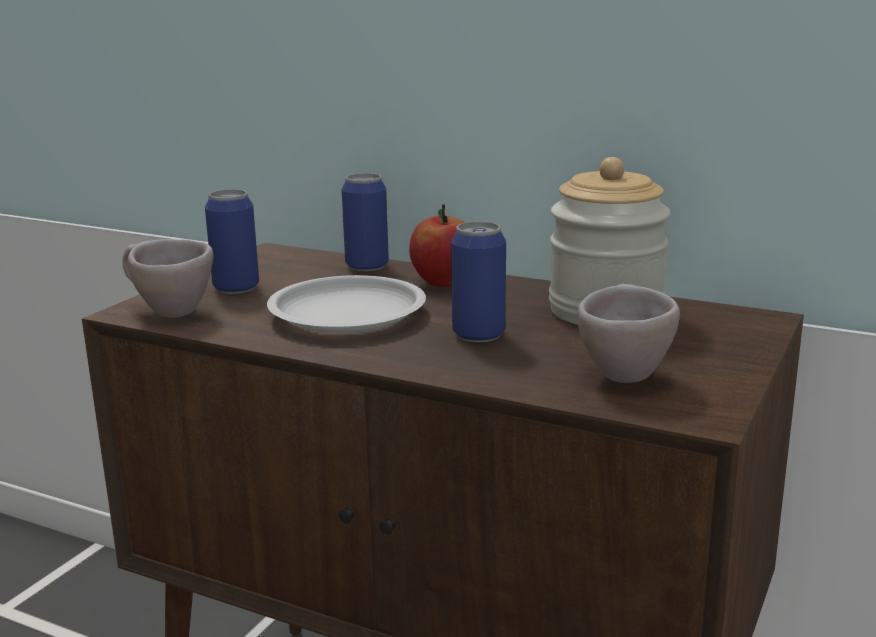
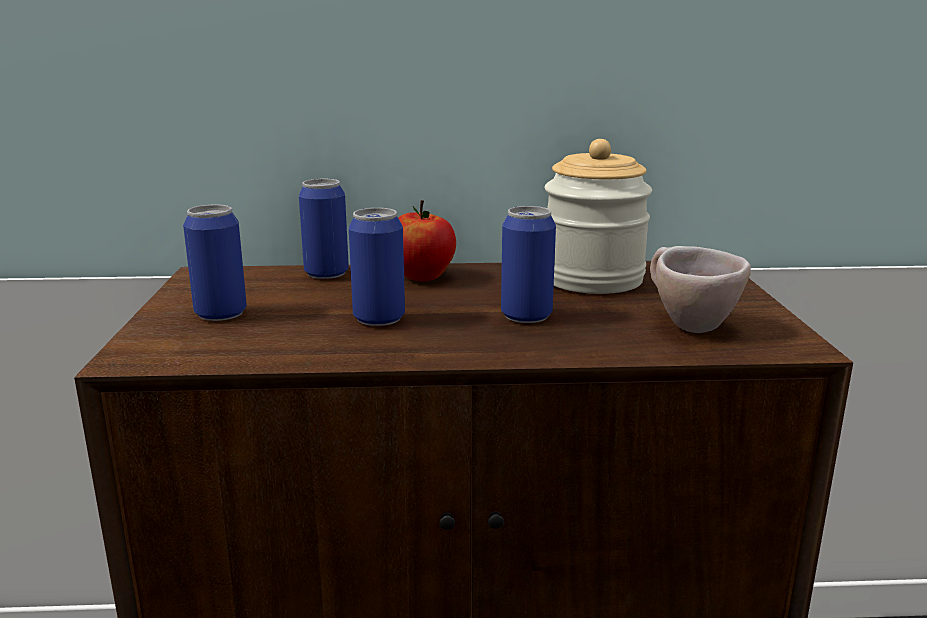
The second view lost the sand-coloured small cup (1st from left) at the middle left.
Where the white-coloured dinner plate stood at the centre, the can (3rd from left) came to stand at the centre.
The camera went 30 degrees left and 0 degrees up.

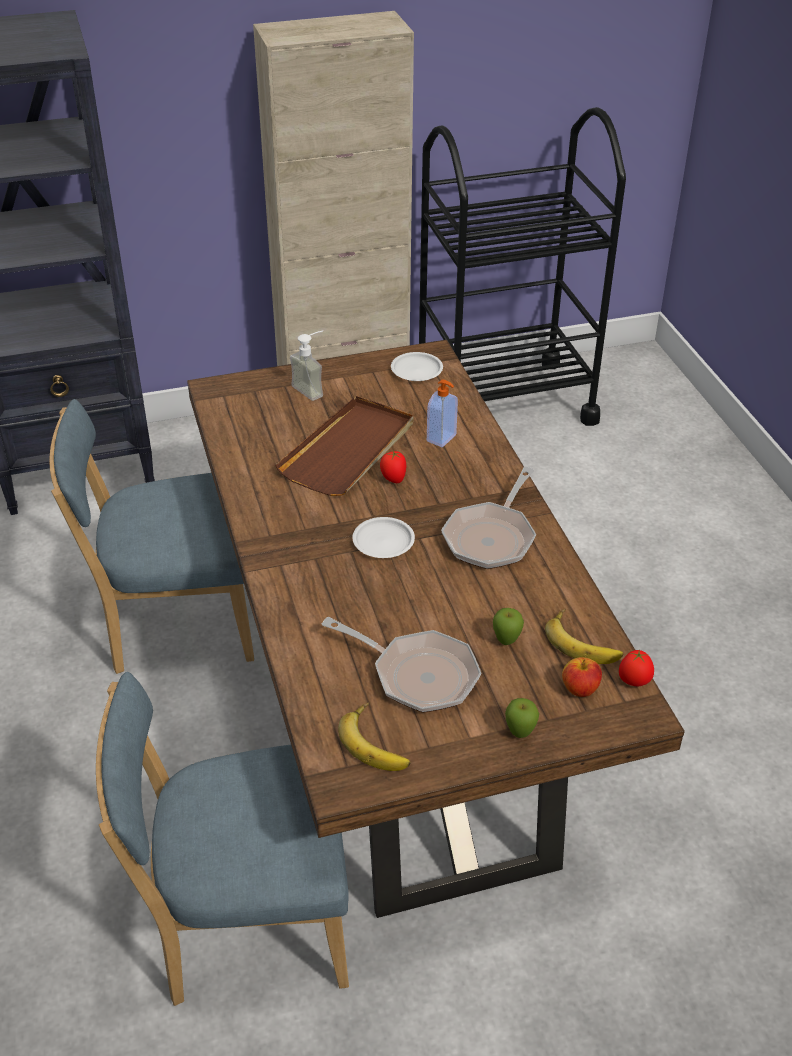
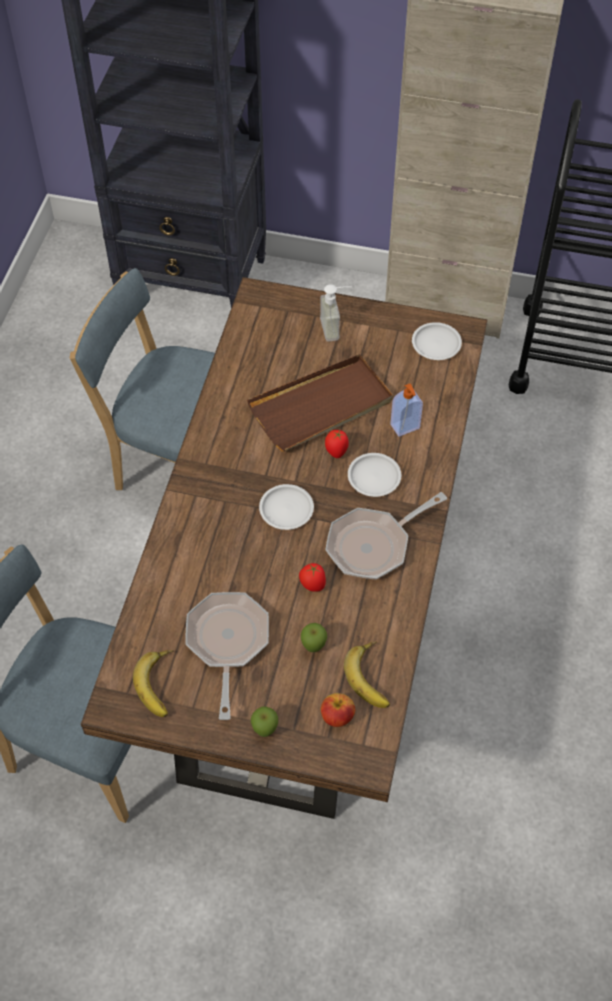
The second view gained the white-coloured dinner plate (2nd from left) at the centre.
The whole tomato (2nd from left in the first image) ended up elsewhere, having gone from the middle right to the centre.
The skillet (1st from left) at the centre ended up facing another way, 150 degrees counterclockwise from before.
The camera went 30 degrees right and 15 degrees up.

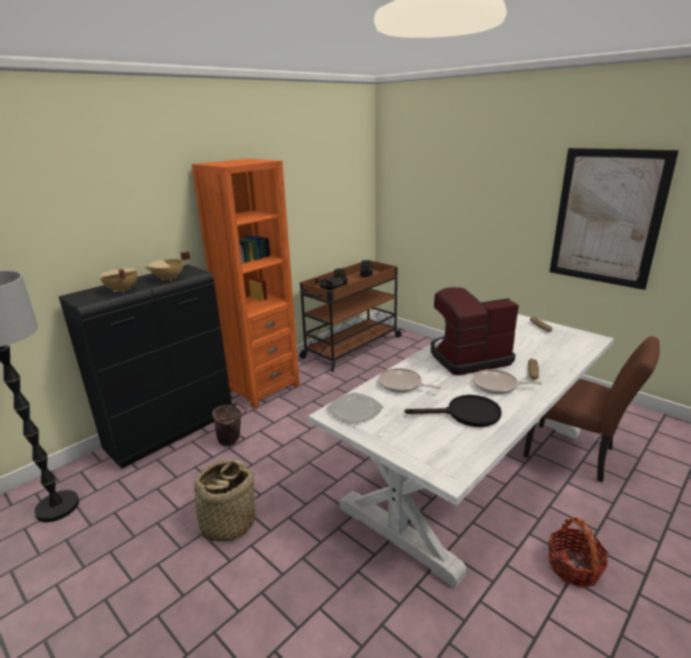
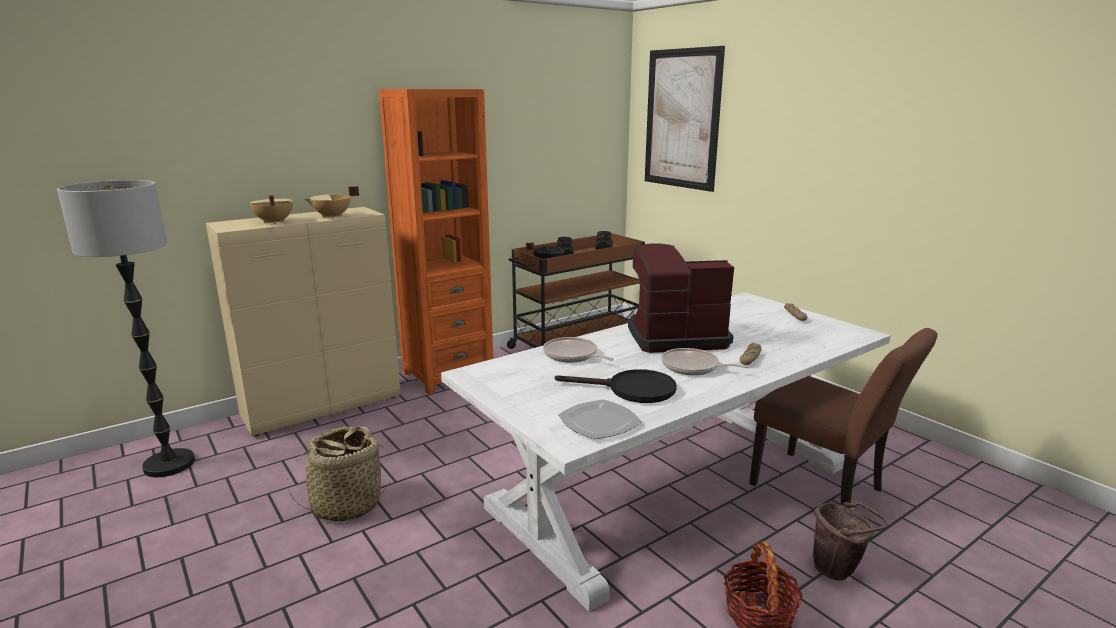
The brown bucket ended up elsewhere, having gone from the middle left to the bottom right.
The dinner plate ended up elsewhere, having gone from the centre to the bottom centre.
The wall picture ended up elsewhere, having gone from the top right to the top centre.
What was the black storage cabinet at the middle left turned into the sand-coloured storage cabinet at the middle left.
The camera went 10 degrees right and 5 degrees down.

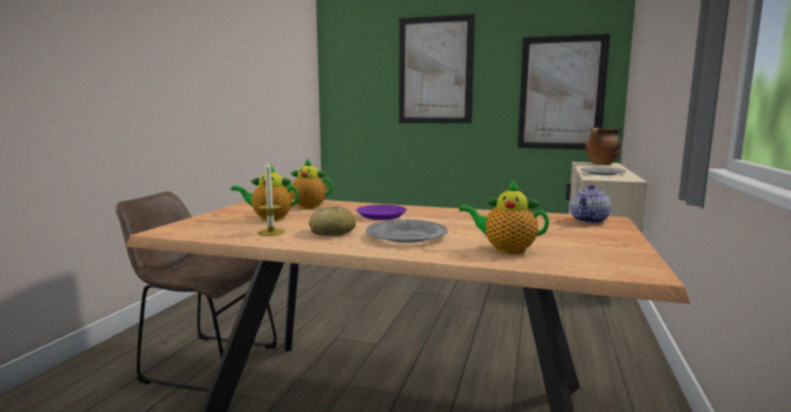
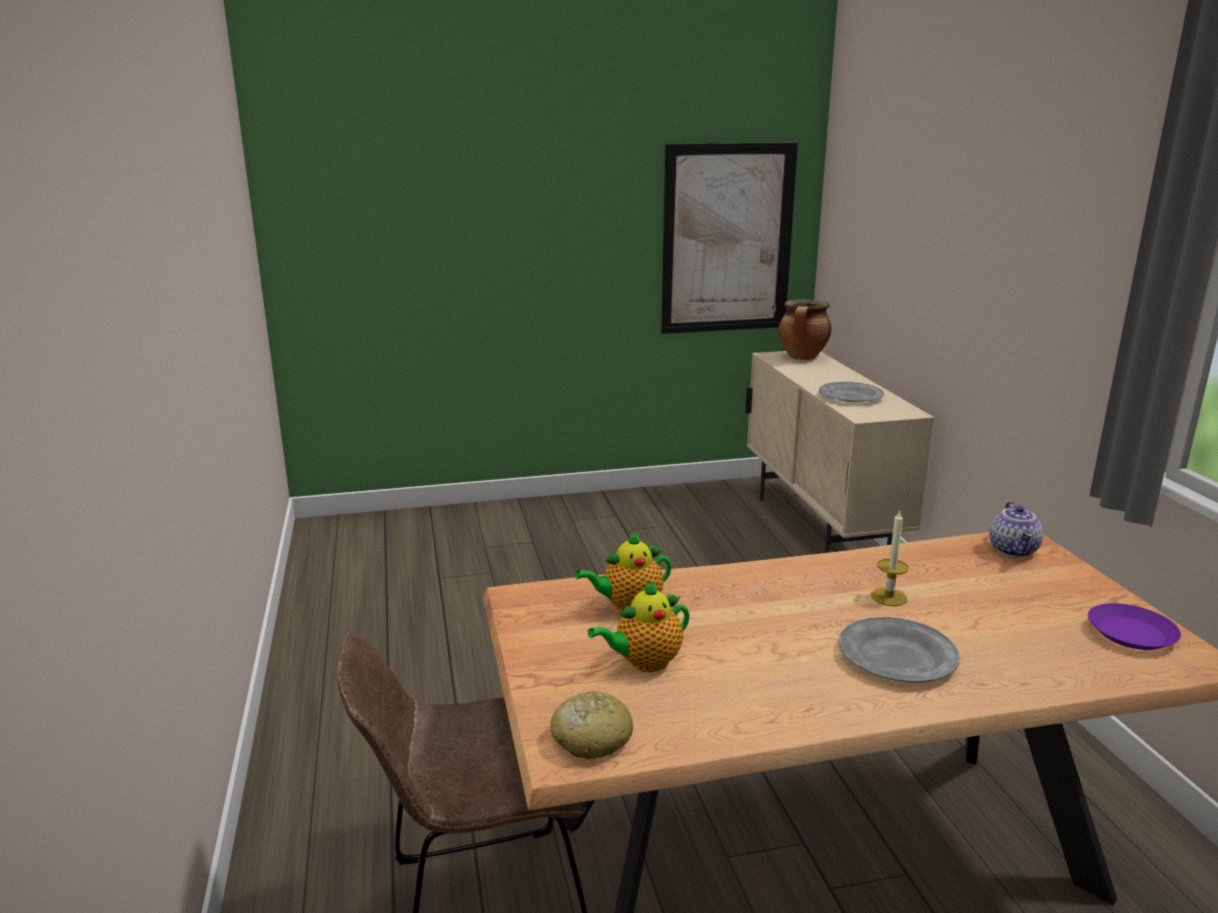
The second view lost the wall picture (1st from left) at the top centre.
The second view lost the teapot (3rd from left) at the centre.
The candle ended up elsewhere, having gone from the centre to the middle right.
The bakery bread ended up elsewhere, having gone from the centre to the bottom centre.
The purple dinner plate ended up elsewhere, having gone from the centre to the bottom right.
The camera went 30 degrees left and 10 degrees up.

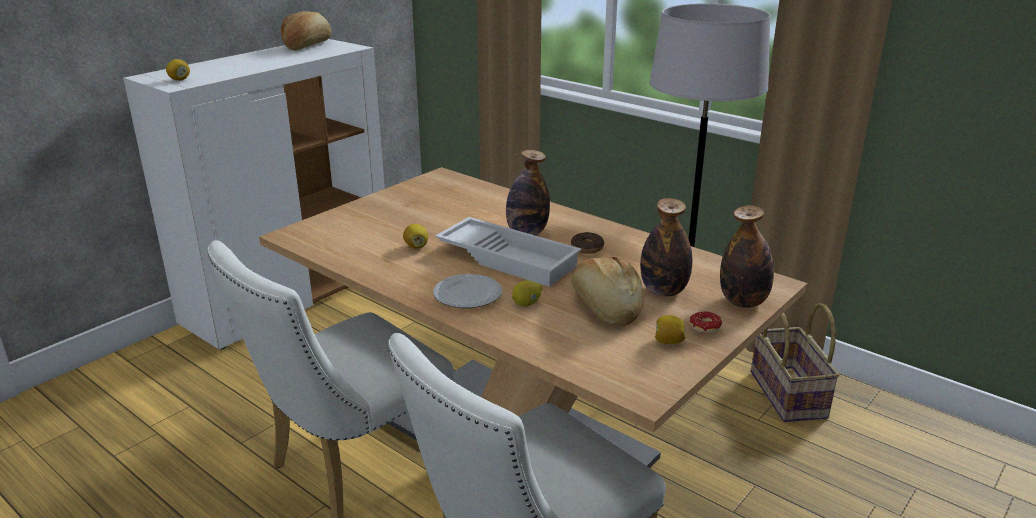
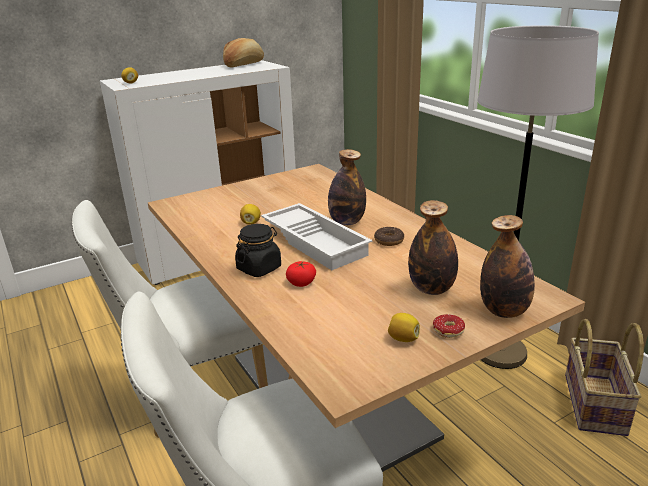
The second view lost the bakery bread (2nd from left) at the centre.
Where the dinner plate stood at the centre, the black storage jar came to stand at the centre.
Where the lemon (3rd from left) stood at the centre, the whole tomato came to stand at the centre.
The camera went 20 degrees right and 0 degrees up.

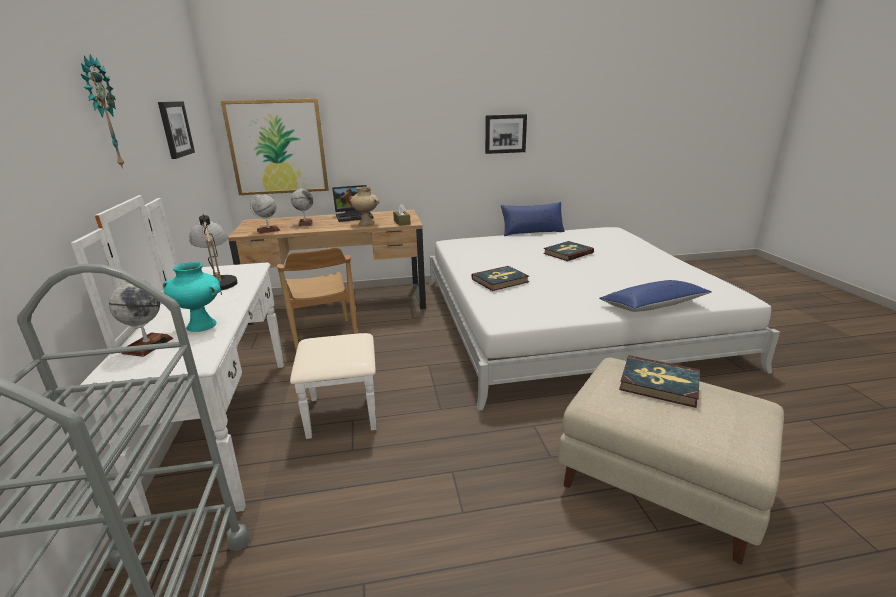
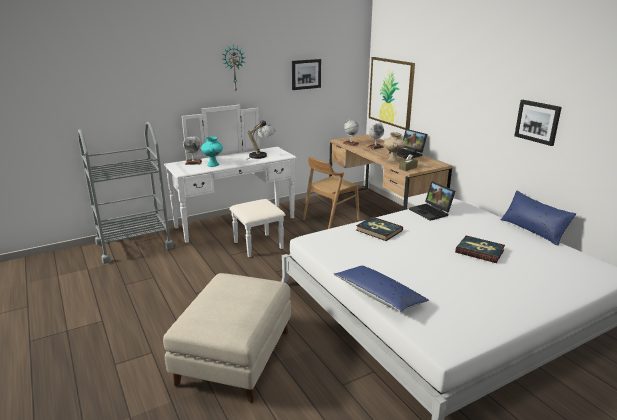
The second view lost the volume (3rd from left) at the middle right.
The second view gained the notebook computer (2nd from left) at the middle right.
The camera went 70 degrees right and 0 degrees up.

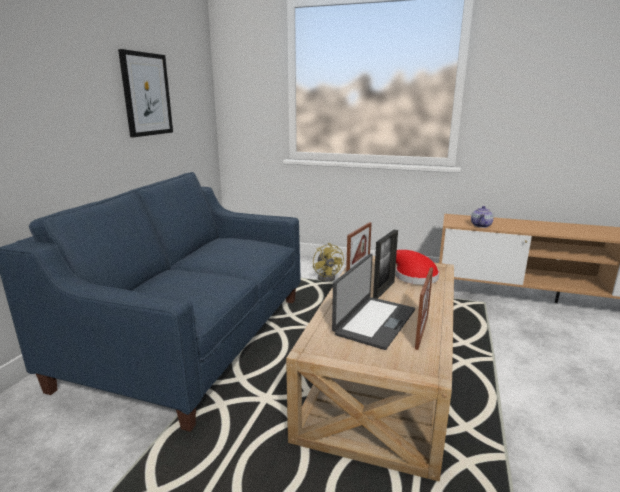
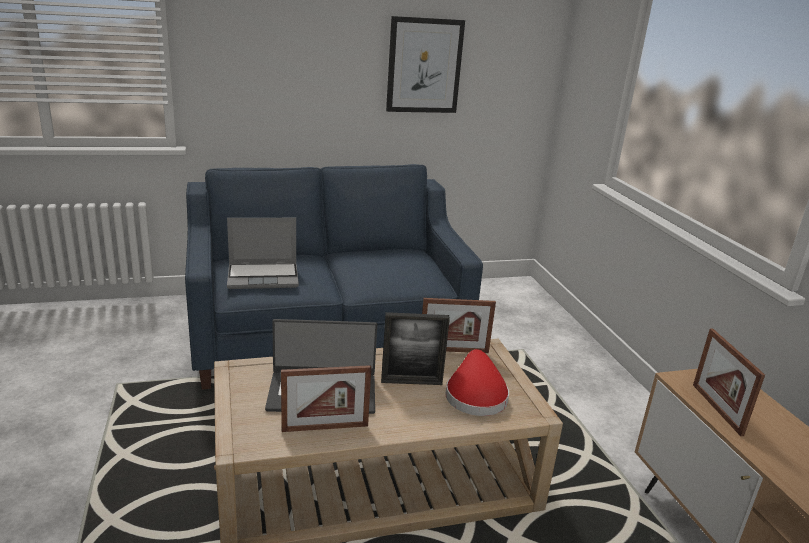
The second view lost the yellow fan at the centre.
The second view gained the notebook computer (1st from left) at the middle left.
Where the teapot stood at the middle right, the standing frame (4th from left) came to stand at the bottom right.
The camera went 55 degrees right and 5 degrees up.

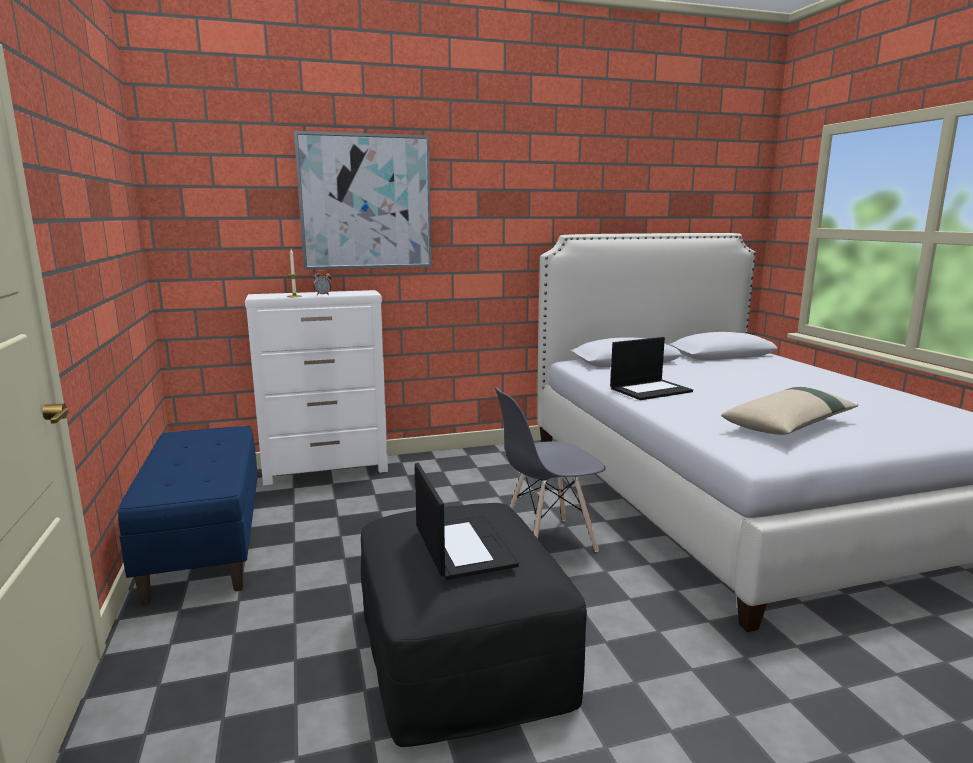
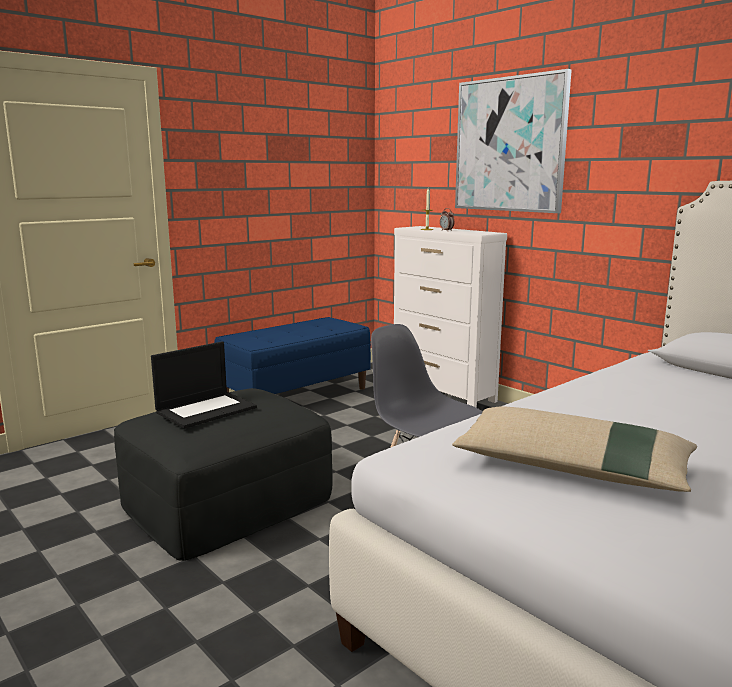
The second view lost the notebook computer (2nd from left) at the middle right.
The camera went 65 degrees right and 0 degrees up.

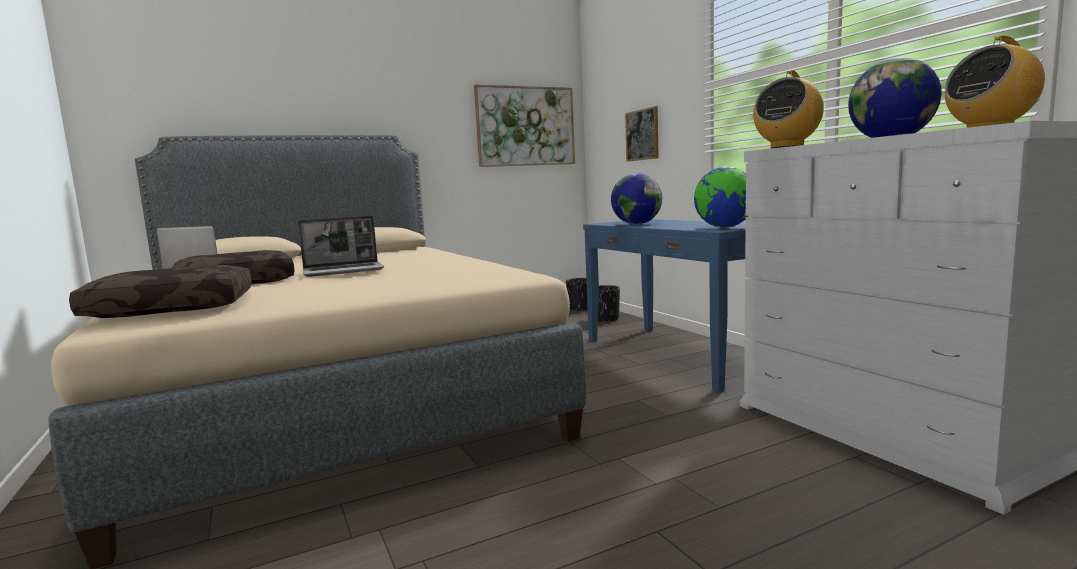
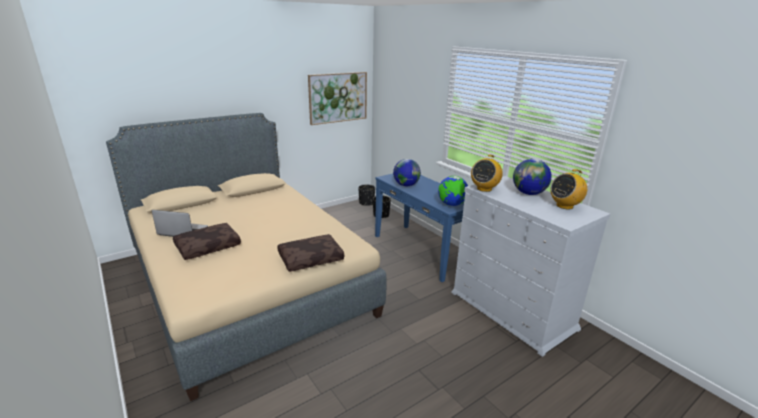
The second view lost the notebook computer (2nd from left) at the middle left.
The second view lost the wall picture (2nd from left) at the top centre.
The brown pillow (1st from left in the first image) ended up elsewhere, having gone from the middle left to the centre.
The camera went 10 degrees left and 15 degrees up.

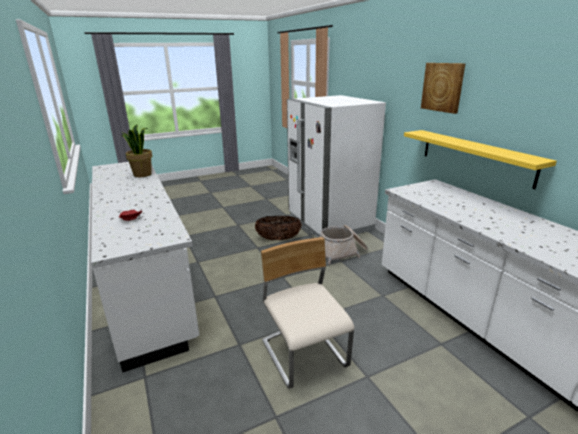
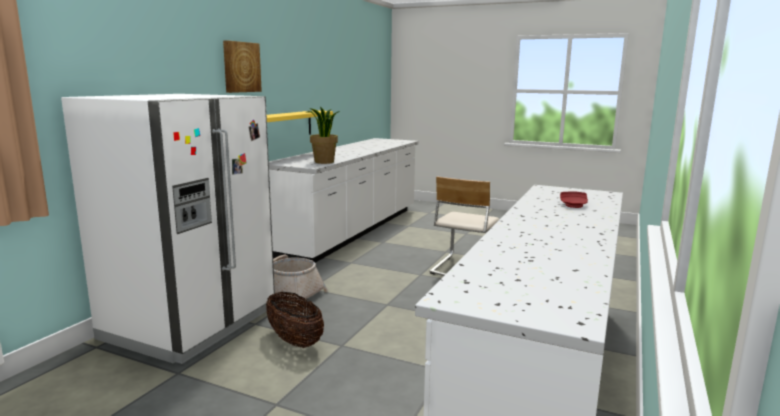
The houseplant ended up elsewhere, having gone from the middle left to the top centre.
The camera went 130 degrees left and 10 degrees down.

